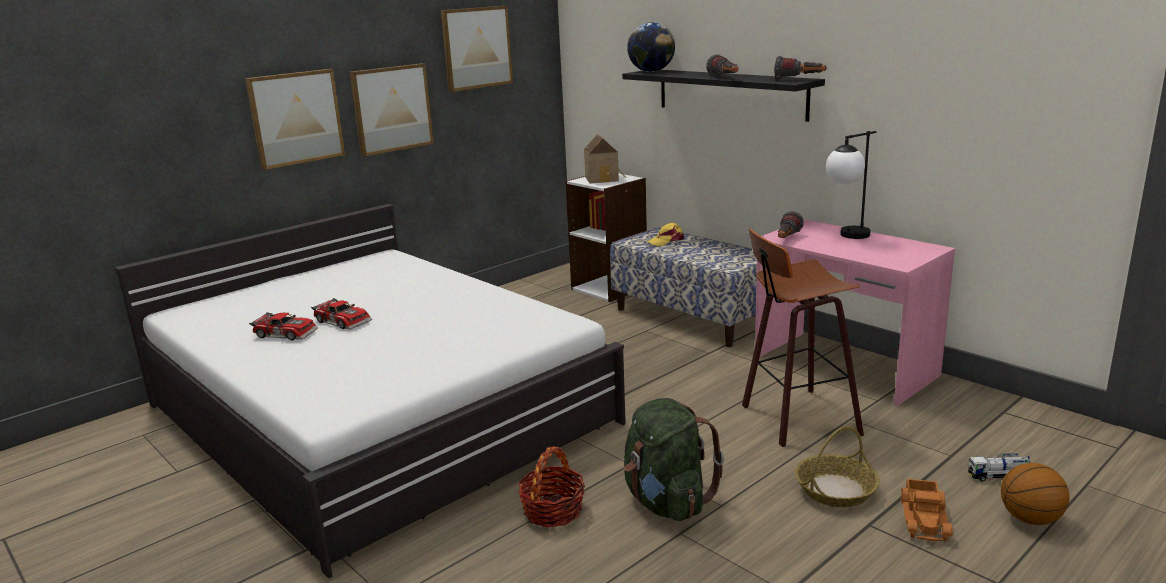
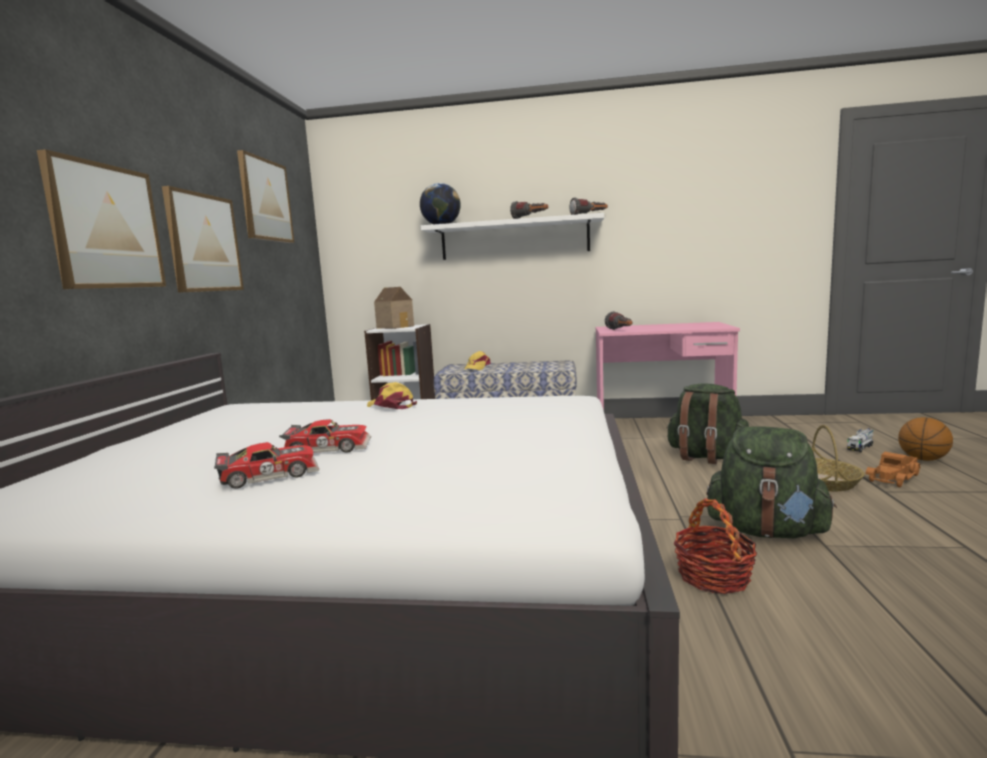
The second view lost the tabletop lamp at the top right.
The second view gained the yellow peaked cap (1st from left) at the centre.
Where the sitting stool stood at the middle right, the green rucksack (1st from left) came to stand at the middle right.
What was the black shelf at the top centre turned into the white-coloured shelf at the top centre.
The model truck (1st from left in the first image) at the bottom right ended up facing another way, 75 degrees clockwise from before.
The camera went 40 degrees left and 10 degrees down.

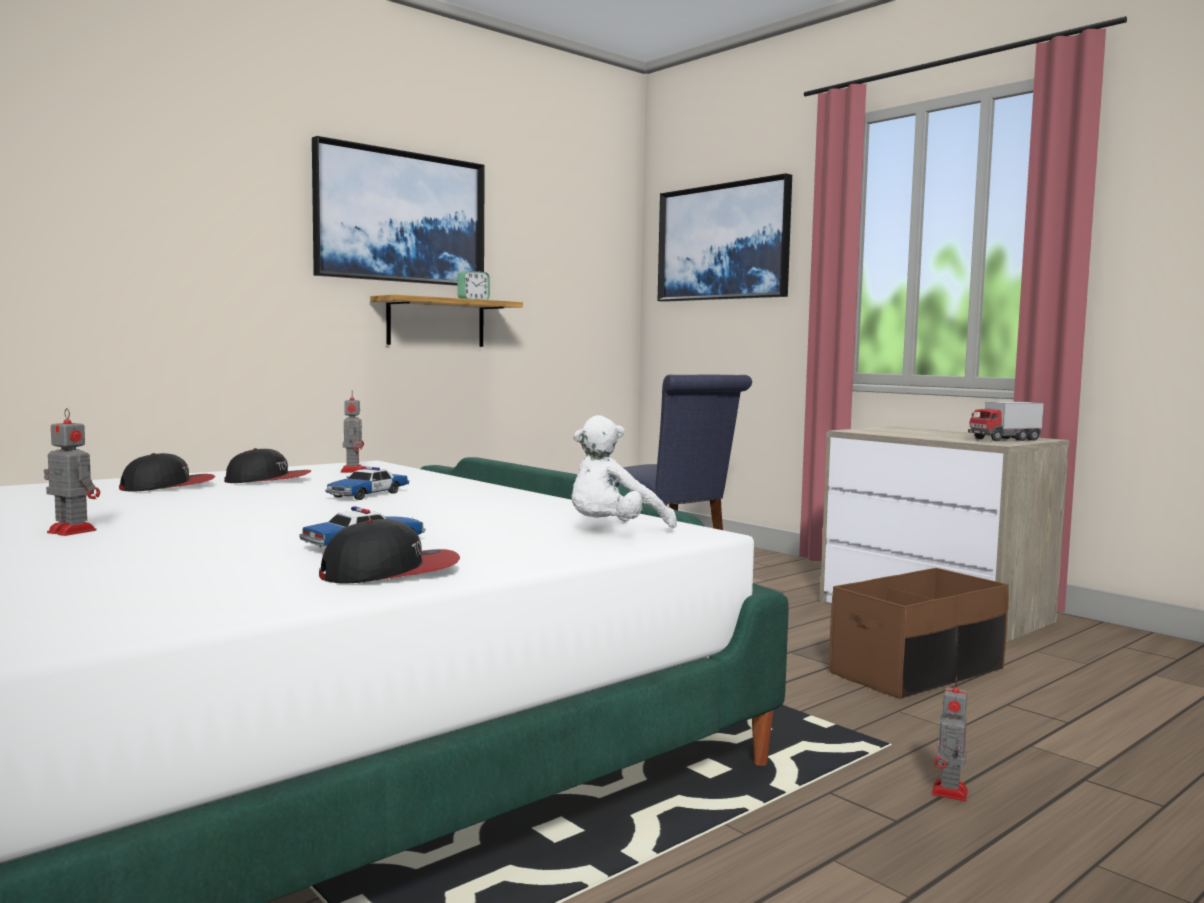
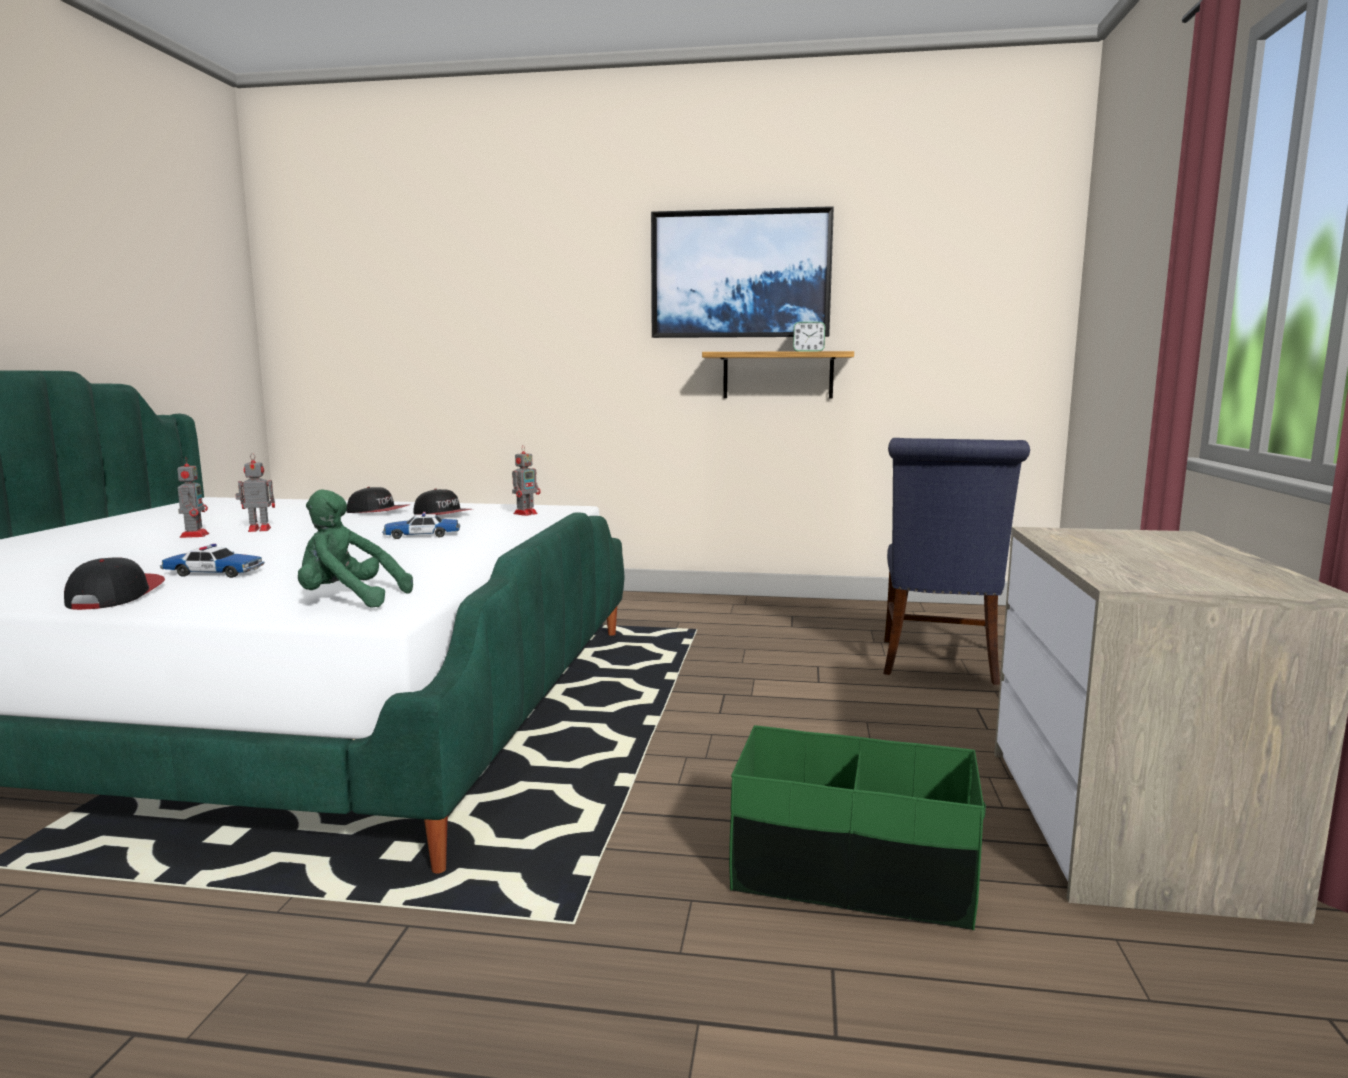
The second view lost the wall picture (2nd from left) at the top centre.
The second view lost the model truck at the middle right.
The robot figure (3rd from left in the first image) ended up elsewhere, having gone from the bottom right to the middle left.
What was the white-coloured plush toy at the centre turned into the green plush toy at the middle left.
What was the brown storage box at the bottom right turned into the green storage box at the bottom centre.
The peaked cap (3rd from left in the first image) at the middle left ended up facing another way, 120 degrees counterclockwise from before.
The camera went 50 degrees right and 5 degrees up.

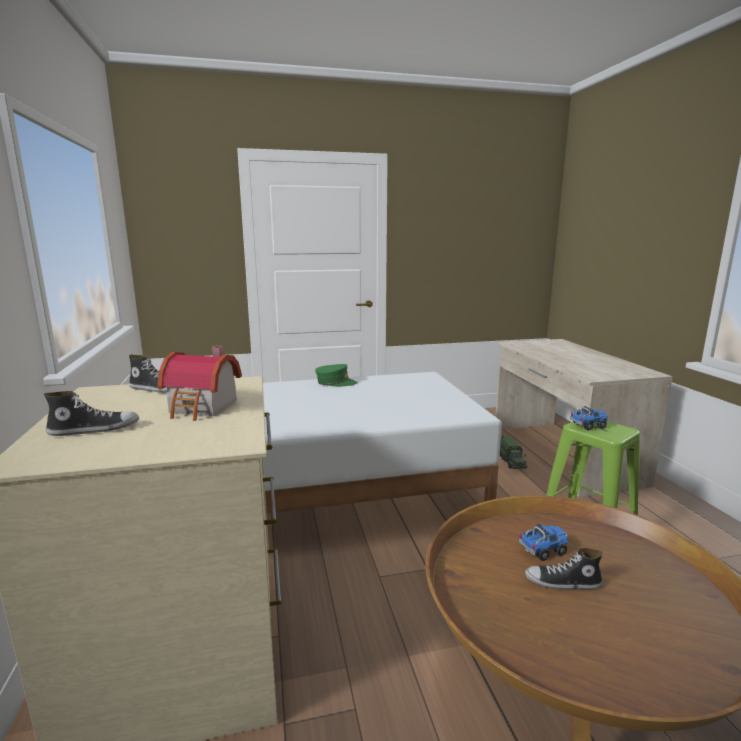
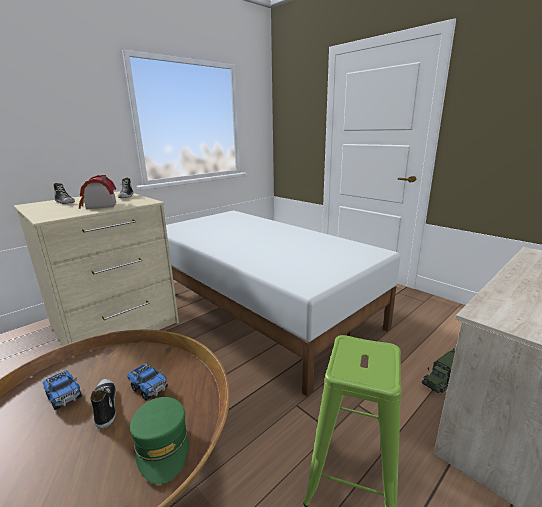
The green peaked cap ended up elsewhere, having gone from the centre to the bottom left.
The model truck (3rd from left in the first image) ended up elsewhere, having gone from the middle right to the bottom left.
The camera went 60 degrees right and 5 degrees up.

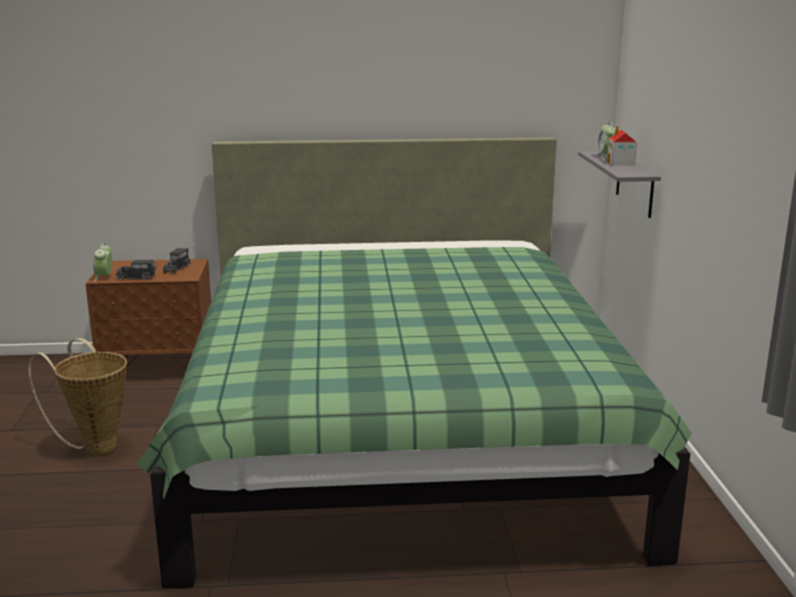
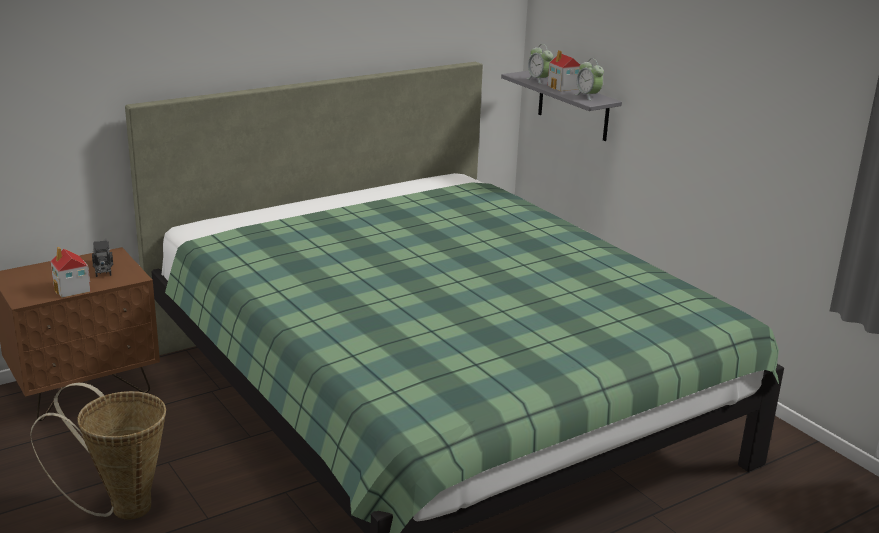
The table clock (1st from left in the first image) ended up elsewhere, having gone from the middle left to the top right.
Where the model truck (1st from left) stood at the middle left, the miniature house (1st from left) came to stand at the middle left.
The camera went 30 degrees left and 5 degrees up.

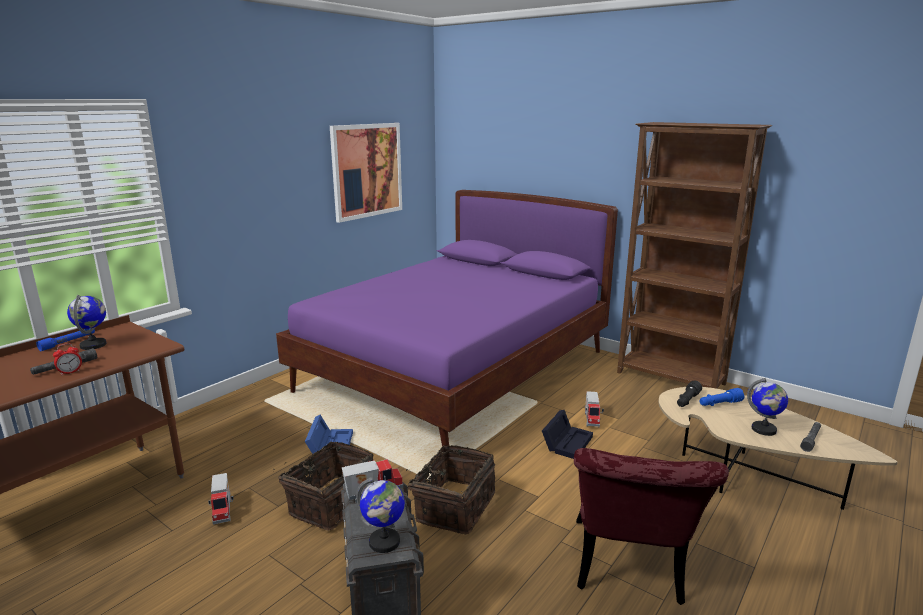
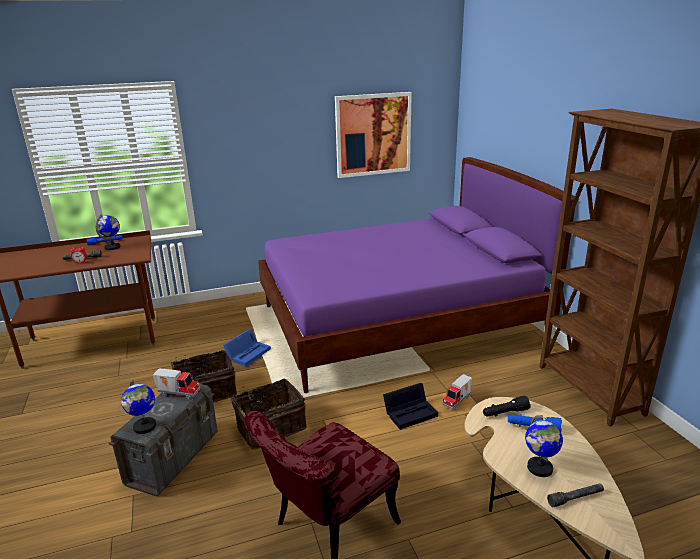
The second view lost the model truck (1st from left) at the bottom left.
The camera went 35 degrees right and 5 degrees up.

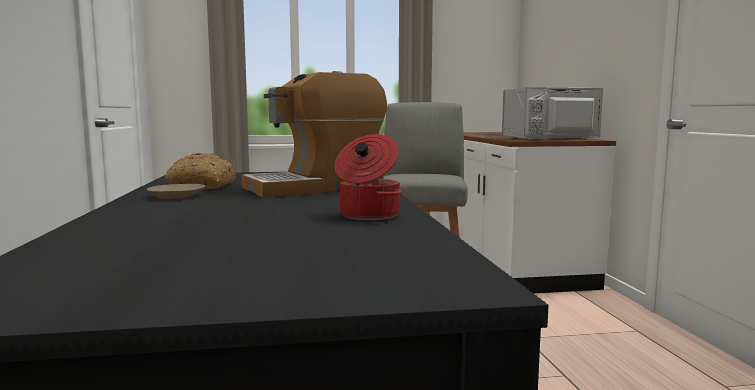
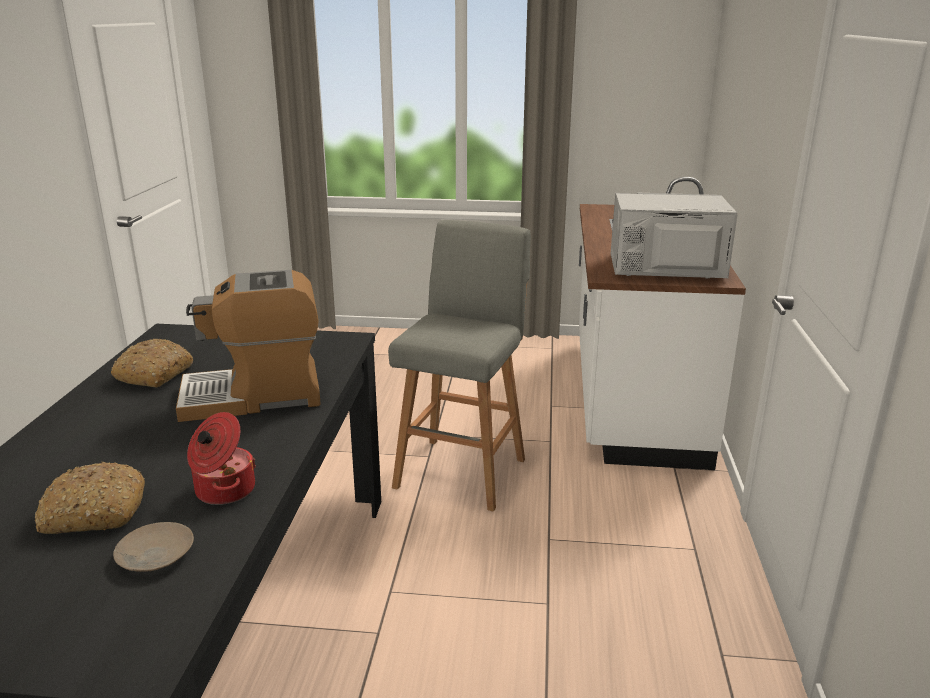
The second view gained the bakery bread (1st from left) at the bottom left.
The sand-coloured dinner plate ended up elsewhere, having gone from the middle left to the bottom left.
The camera went 15 degrees right and 15 degrees up.

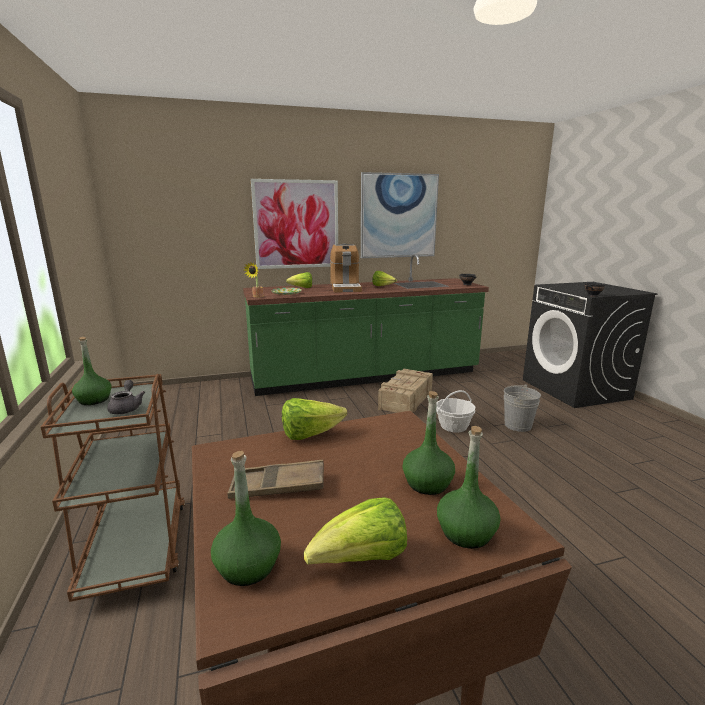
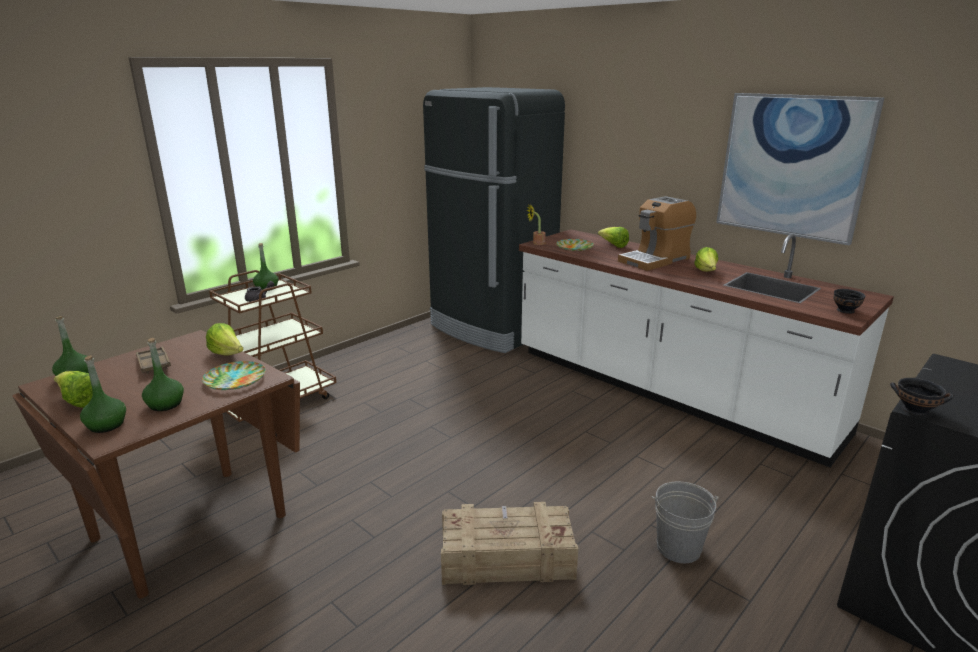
The second view lost the wall picture (1st from left) at the top centre.
The second view lost the basket at the centre.
The second view gained the dinner plate (1st from left) at the middle left.
The second view gained the black kitchen fridge at the centre.
The shipping crate ended up elsewhere, having gone from the centre to the bottom centre.
What was the green counter at the centre turned into the white-coloured counter at the middle right.
The camera went 60 degrees right and 5 degrees up.

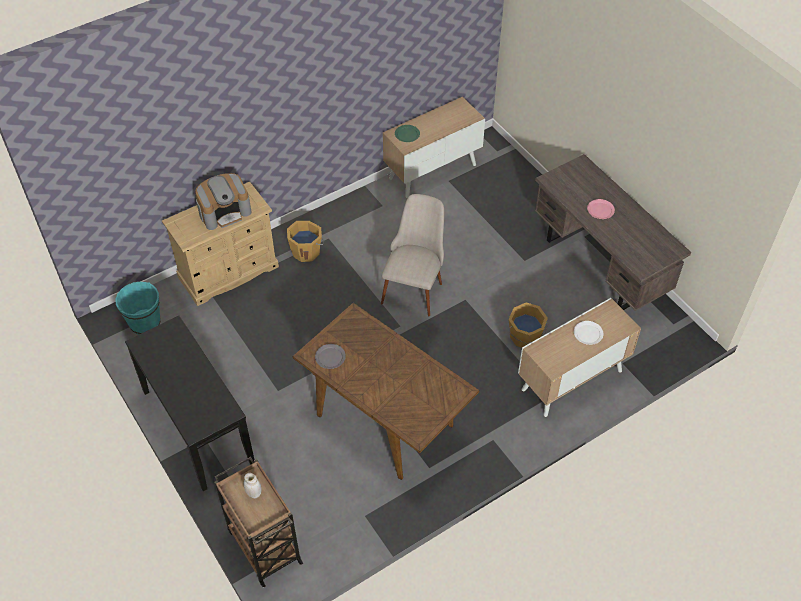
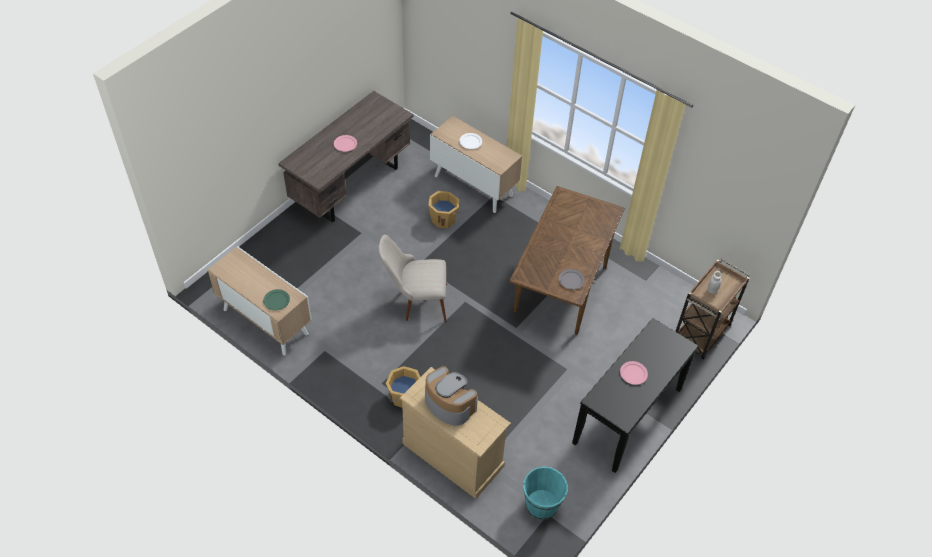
The second view gained the pink-coloured dinner plate (2nd from left) at the bottom right.
The camera went 110 degrees left and 0 degrees up.

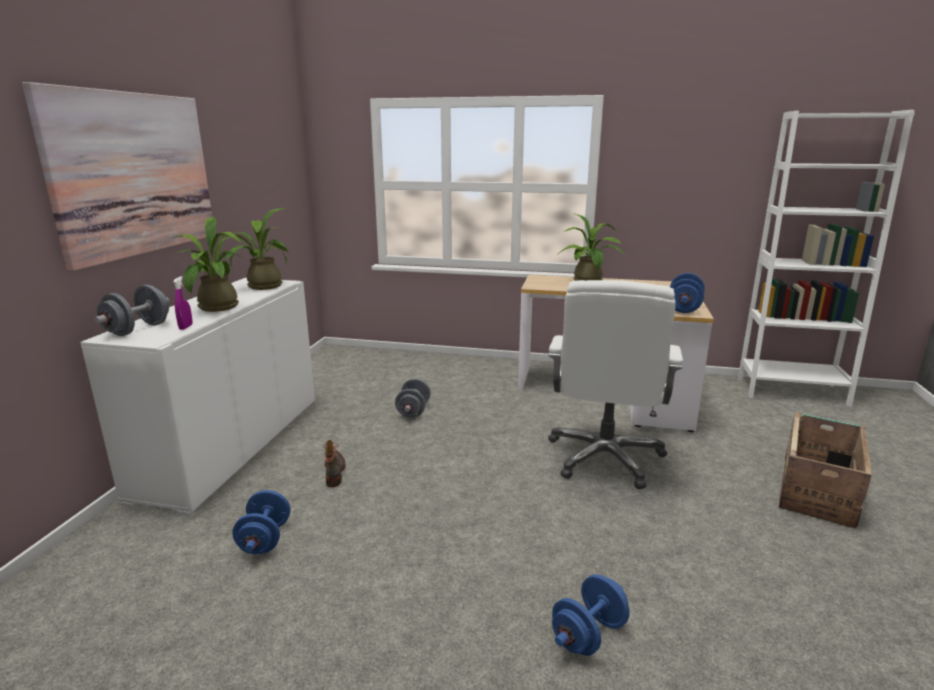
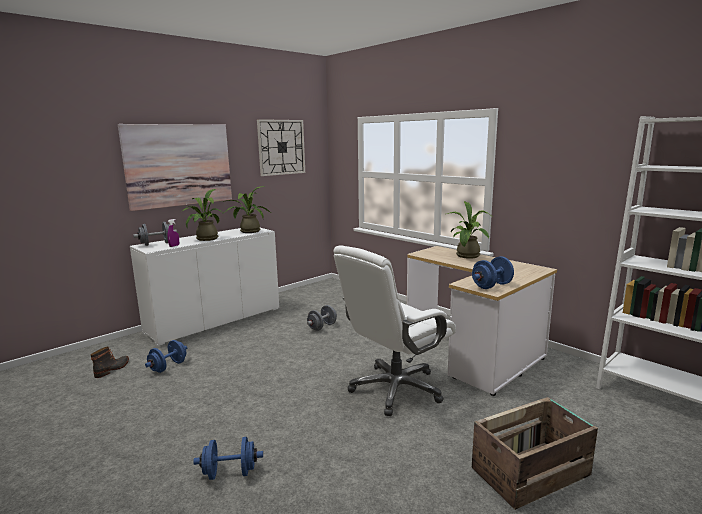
The second view gained the clock on the wall at the top centre.
The high-top boot ended up elsewhere, having gone from the bottom centre to the bottom left.
The camera went 35 degrees right and 5 degrees down.

